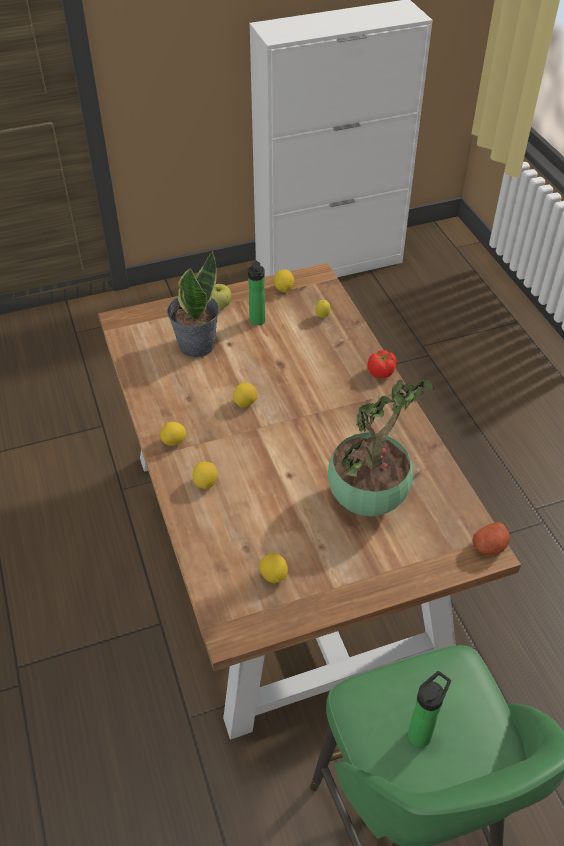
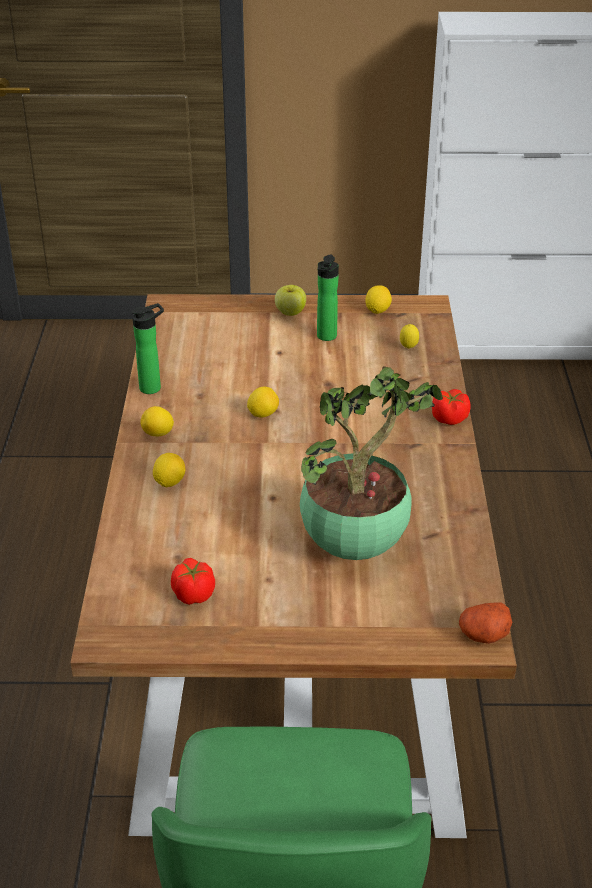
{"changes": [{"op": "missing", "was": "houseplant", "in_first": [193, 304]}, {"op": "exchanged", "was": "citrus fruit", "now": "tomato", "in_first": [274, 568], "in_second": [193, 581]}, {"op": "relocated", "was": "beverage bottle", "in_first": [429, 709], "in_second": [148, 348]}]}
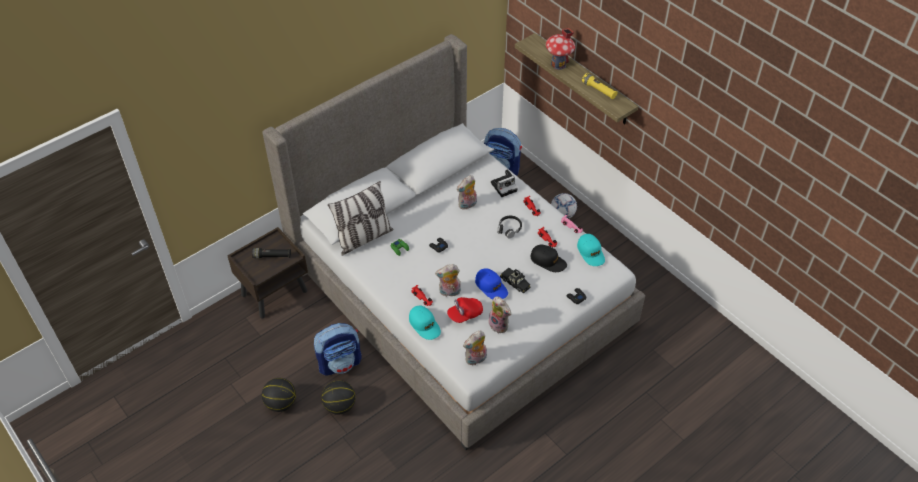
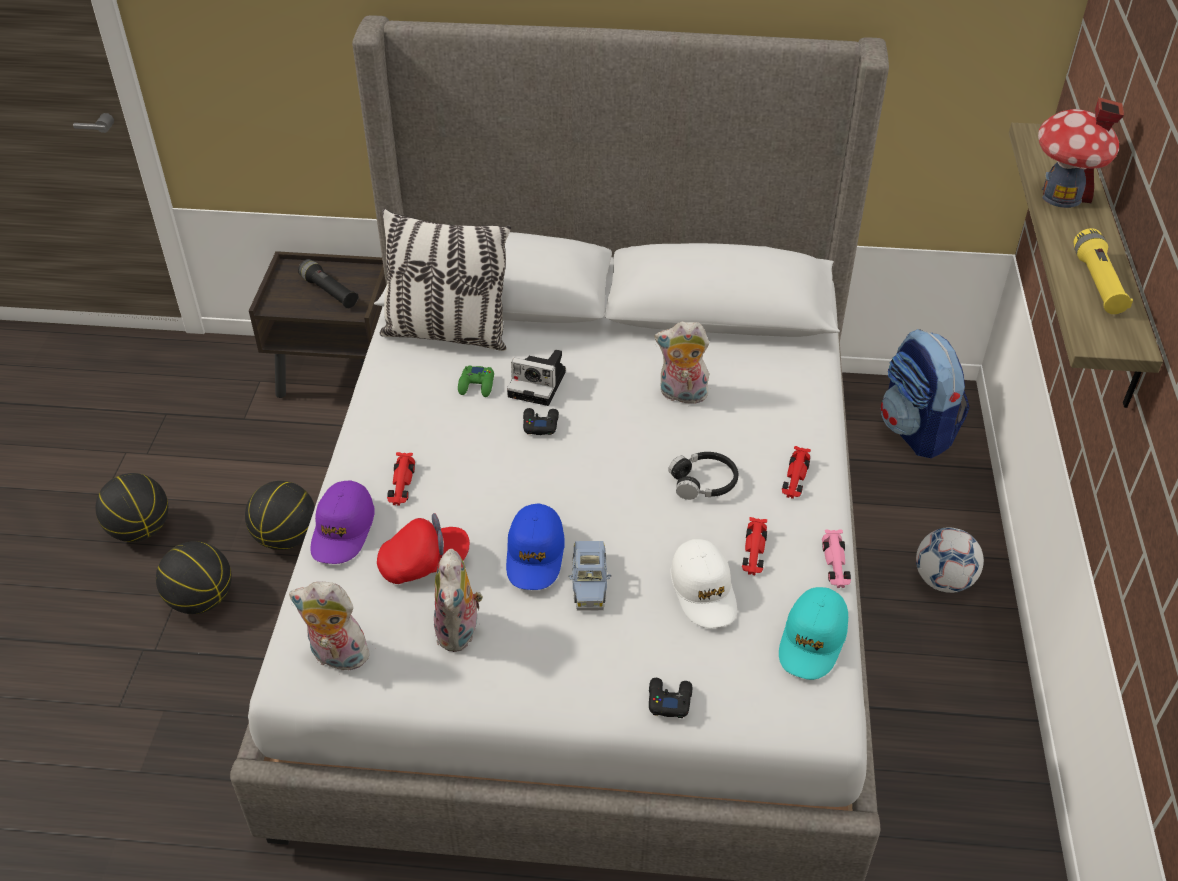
{"changes": [{"op": "relocated", "was": "still camera", "in_first": [504, 183], "in_second": [536, 378]}, {"op": "colour", "was": "black baseball cap", "now": "white baseball cap", "in_first": [548, 258], "in_second": [704, 583]}, {"op": "missing", "was": "soft toy", "in_first": [448, 280]}, {"op": "colour", "was": "black miniature car", "now": "blue miniature car", "in_first": [515, 281], "in_second": [590, 576]}, {"op": "spun", "was": "reddish baseball cap", "in_first": [465, 310], "in_second": [423, 548], "clockwise": 150}, {"op": "colour", "was": "blue-green baseball cap", "now": "purple-coloured baseball cap", "in_first": [425, 322], "in_second": [342, 522]}, {"op": "exchanged", "was": "knapsack", "now": "ball for basketball", "in_first": [338, 349], "in_second": [280, 515]}]}
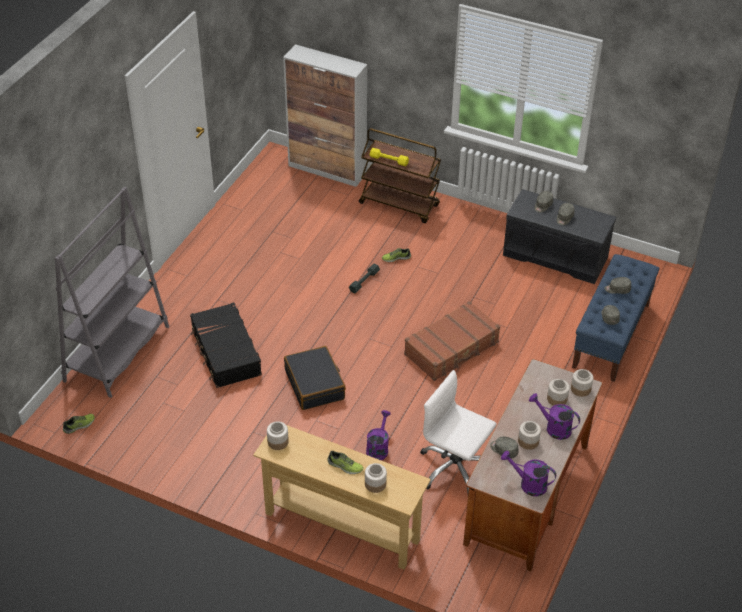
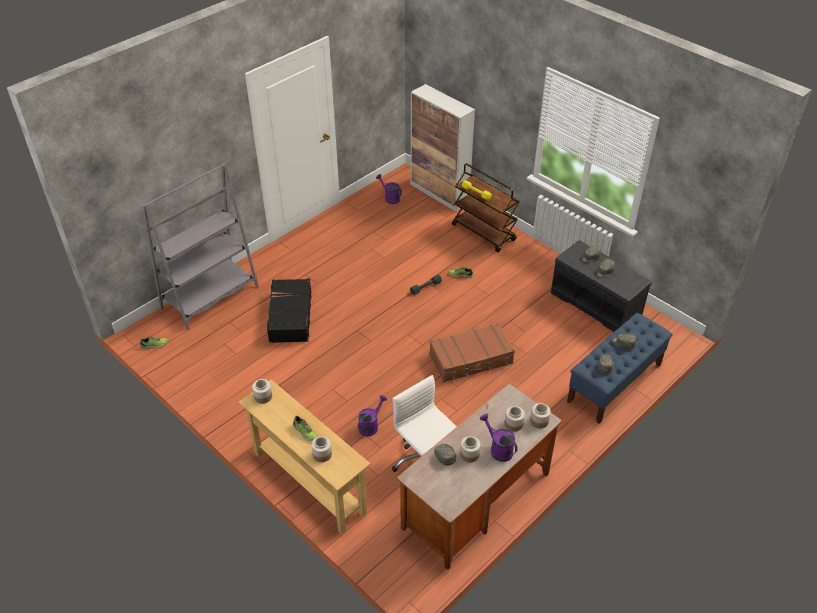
{"changes": [{"op": "missing", "was": "black piece of luggage", "in_first": [315, 378]}, {"op": "relocated", "was": "purple-coloured watering can", "in_first": [528, 473], "in_second": [389, 189]}]}
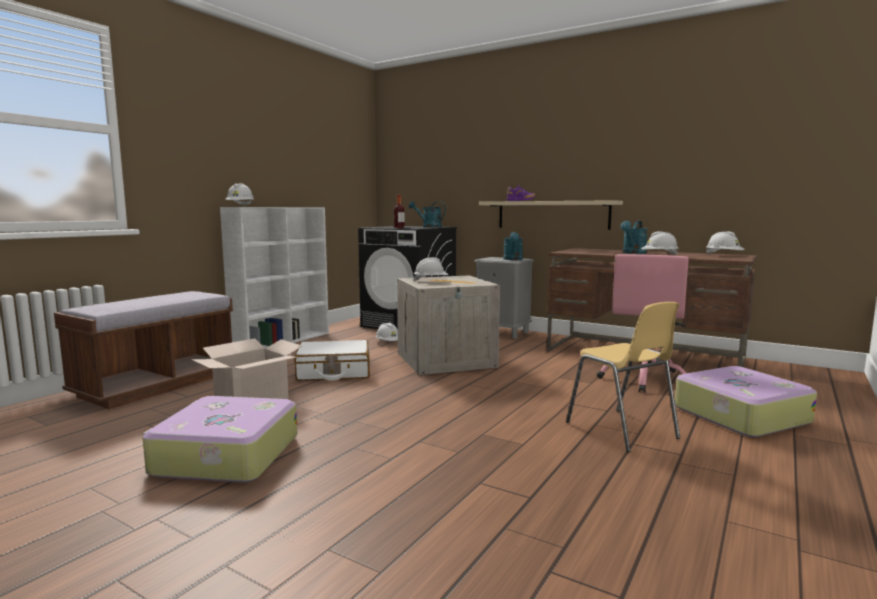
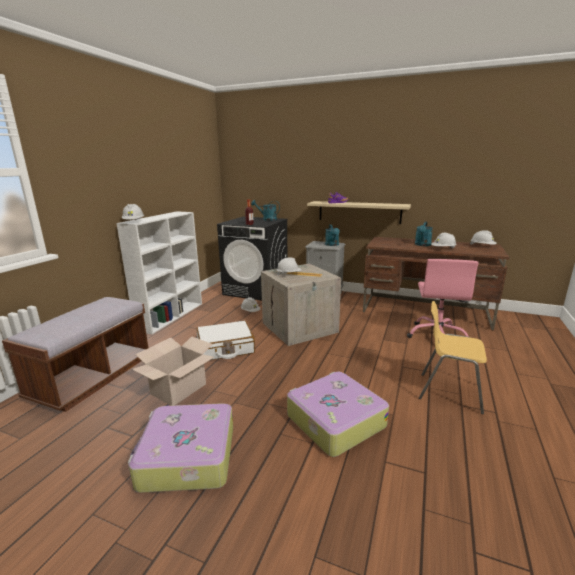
{"changes": [{"op": "spun", "was": "yellow upright chair", "in_first": [623, 377], "in_second": [453, 357], "clockwise": 150}, {"op": "relocated", "was": "piece of luggage", "in_first": [746, 401], "in_second": [338, 414]}]}
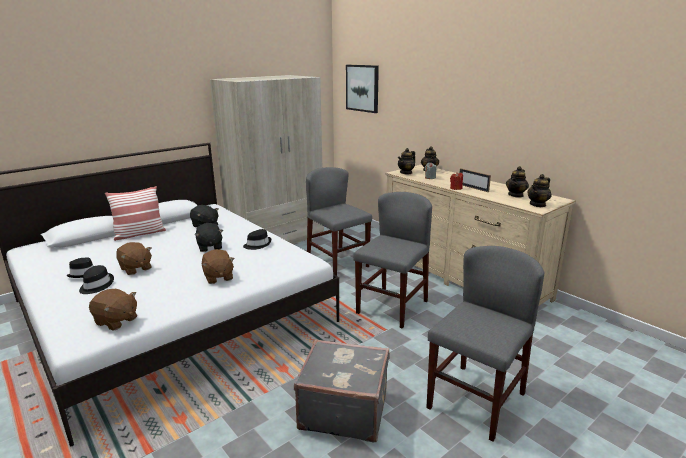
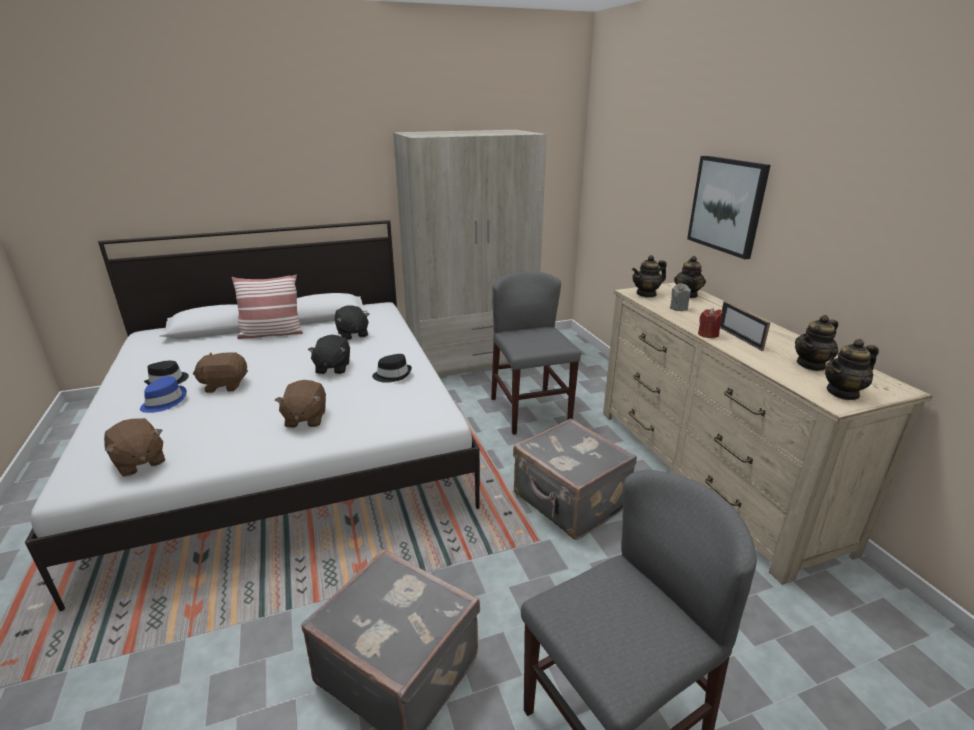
{"changes": [{"op": "relocated", "was": "wall picture", "in_first": [362, 89], "in_second": [729, 207]}, {"op": "exchanged", "was": "greyish upright chair", "now": "greyish piece of luggage", "in_first": [392, 260], "in_second": [575, 479]}, {"op": "spun", "was": "brownish soft toy", "in_first": [134, 258], "in_second": [220, 372], "clockwise": 105}, {"op": "colour", "was": "black hat", "now": "blue hat", "in_first": [96, 279], "in_second": [163, 394]}]}
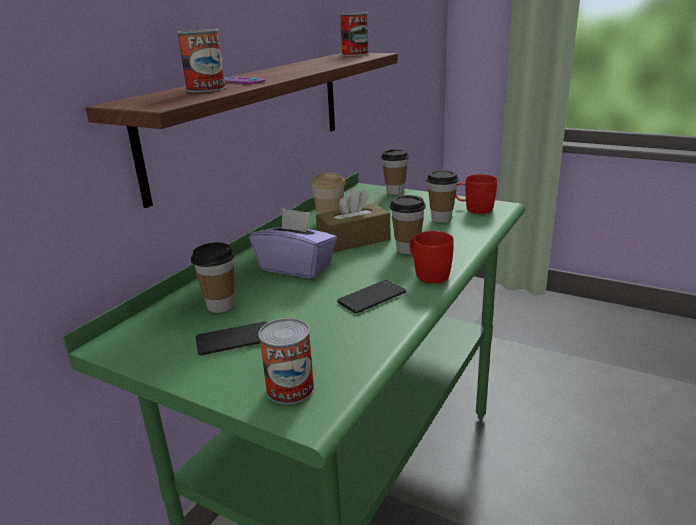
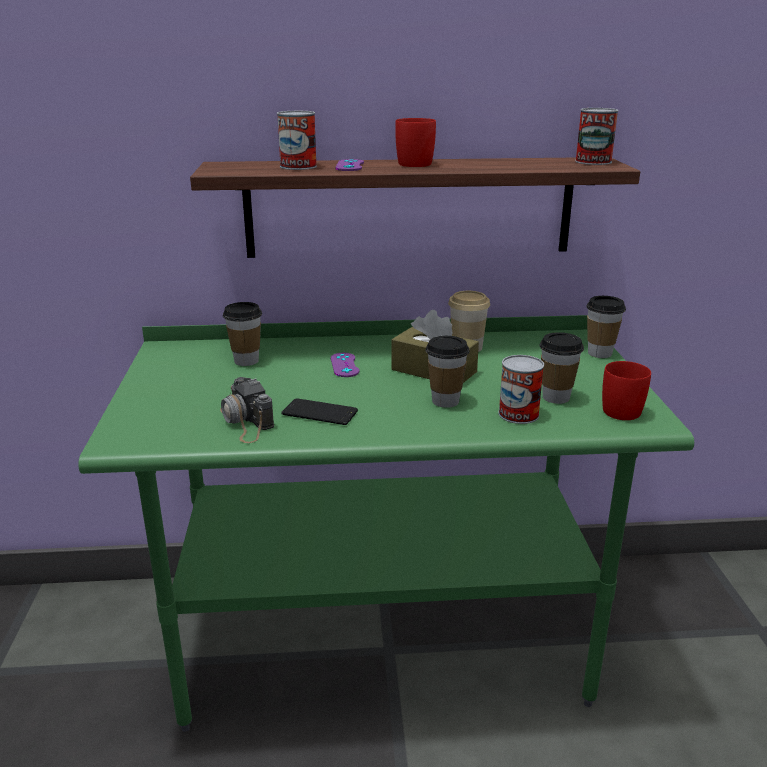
{"changes": [{"op": "exchanged", "was": "purple-coloured tissue box", "now": "purple-coloured gamepad", "in_first": [293, 243], "in_second": [345, 365]}, {"op": "relocated", "was": "reddish coffee mug", "in_first": [432, 257], "in_second": [415, 142]}, {"op": "relocated", "was": "metal can", "in_first": [286, 361], "in_second": [521, 389]}, {"op": "missing", "was": "telephone", "in_first": [232, 338]}, {"op": "appeared", "now": "still camera", "in_second": [247, 410]}]}
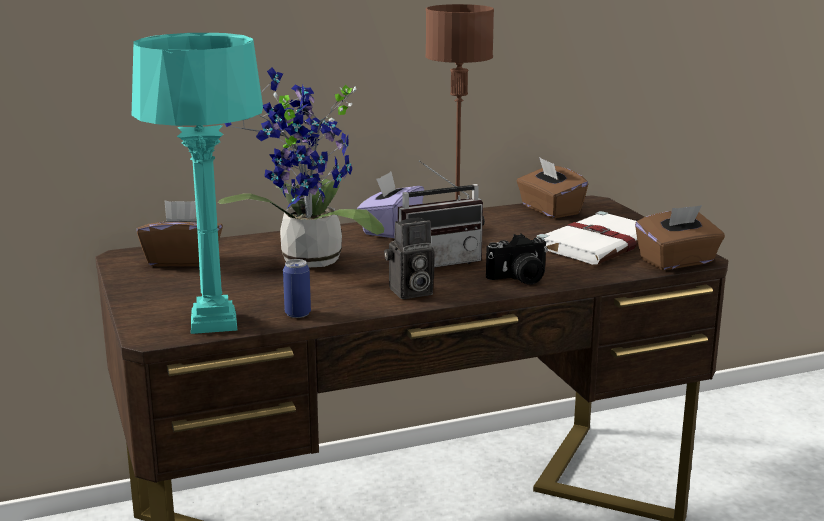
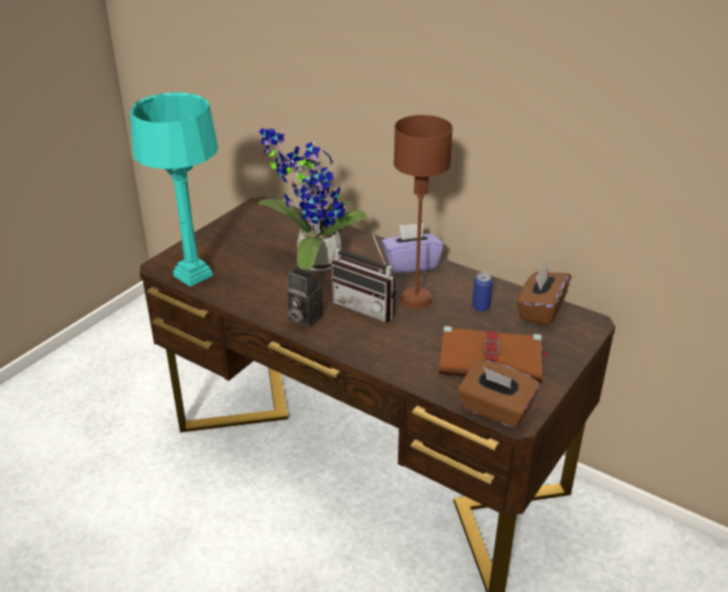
{"changes": [{"op": "missing", "was": "brownish tissue box", "in_first": [180, 234]}, {"op": "colour", "was": "white book", "now": "brownish book", "in_first": [587, 238], "in_second": [494, 354]}, {"op": "missing", "was": "still camera", "in_first": [517, 259]}, {"op": "relocated", "was": "metal can", "in_first": [297, 288], "in_second": [482, 292]}]}
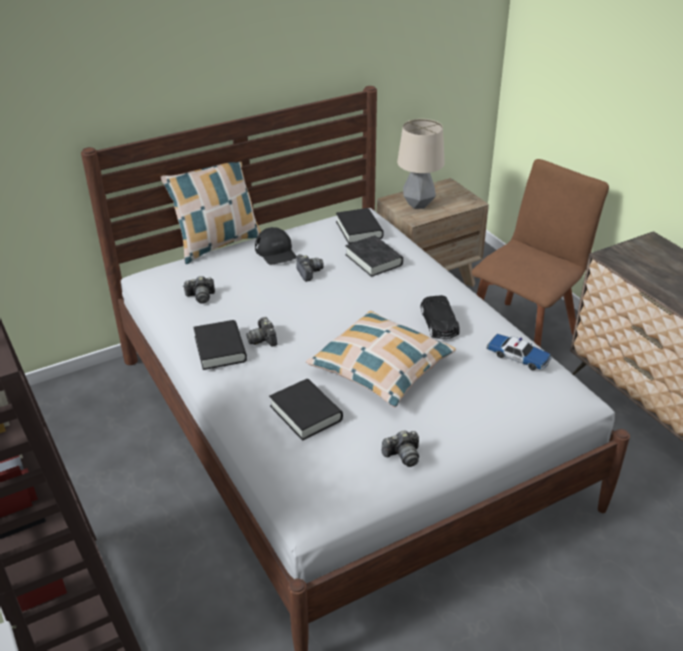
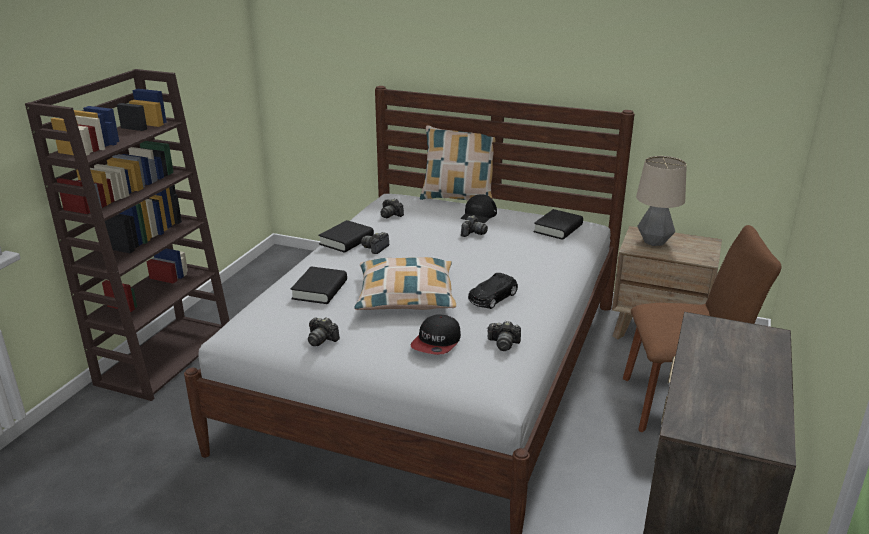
{"changes": [{"op": "missing", "was": "black book", "in_first": [374, 256]}, {"op": "exchanged", "was": "miniature car", "now": "still camera", "in_first": [519, 352], "in_second": [504, 336]}, {"op": "appeared", "now": "baseball cap", "in_second": [436, 334]}]}
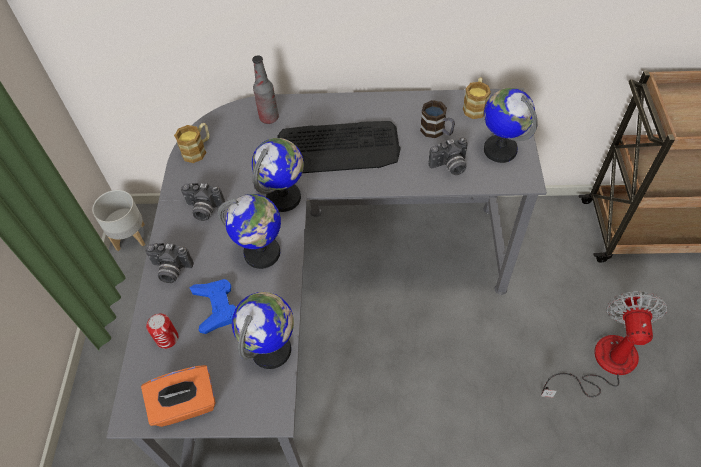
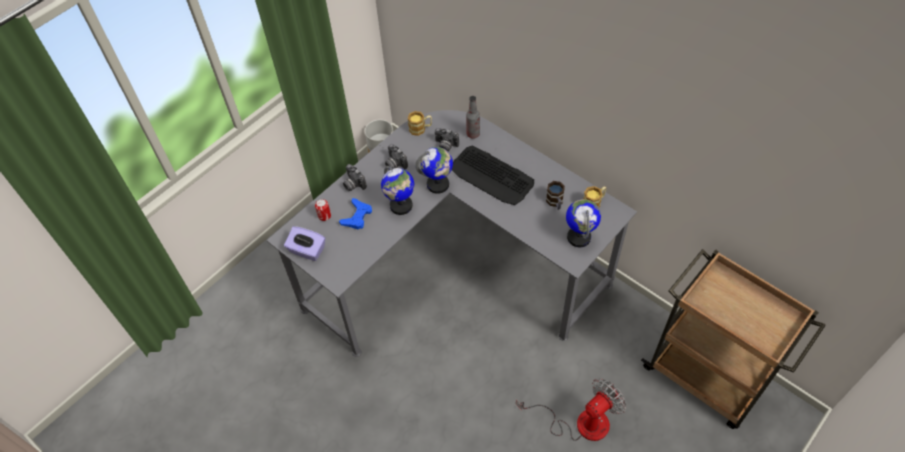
{"changes": [{"op": "relocated", "was": "still camera", "in_first": [448, 156], "in_second": [447, 139]}, {"op": "missing", "was": "globe", "in_first": [263, 330]}, {"op": "colour", "was": "orangey tissue box", "now": "purple-coloured tissue box", "in_first": [178, 396], "in_second": [304, 243]}]}
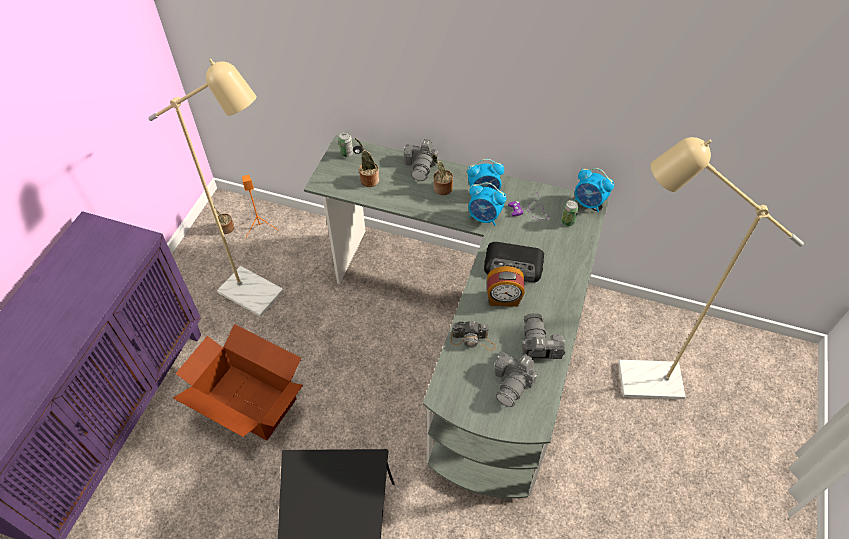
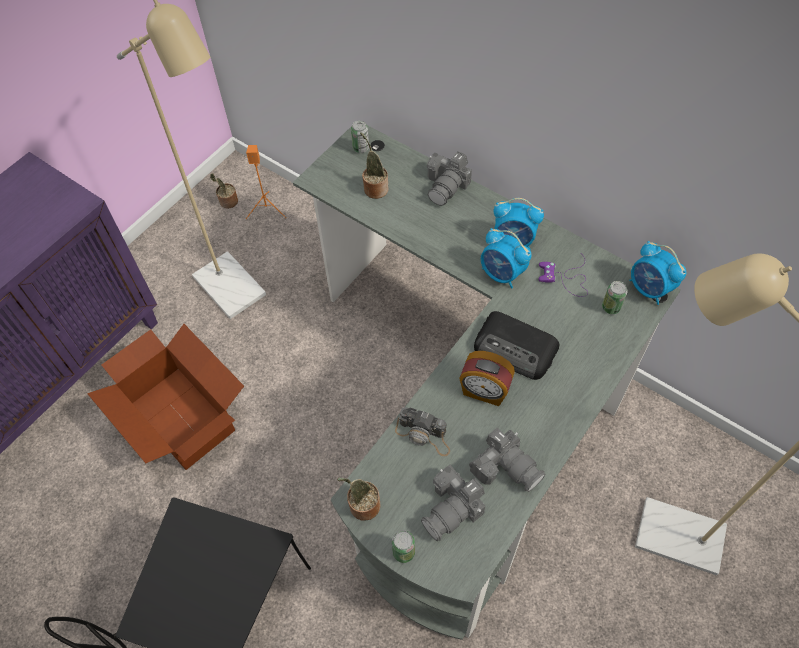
{"changes": [{"op": "relocated", "was": "houseplant", "in_first": [442, 174], "in_second": [358, 499]}, {"op": "spun", "was": "still camera", "in_first": [543, 336], "in_second": [507, 460], "clockwise": 120}, {"op": "appeared", "now": "metal can", "in_second": [403, 546]}]}
